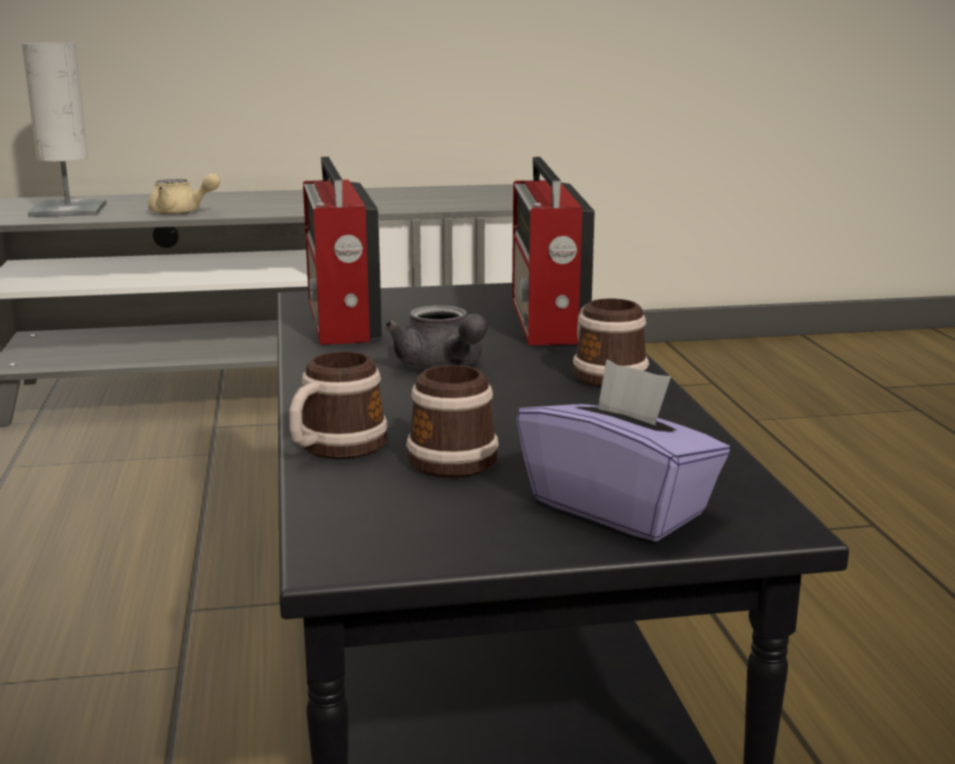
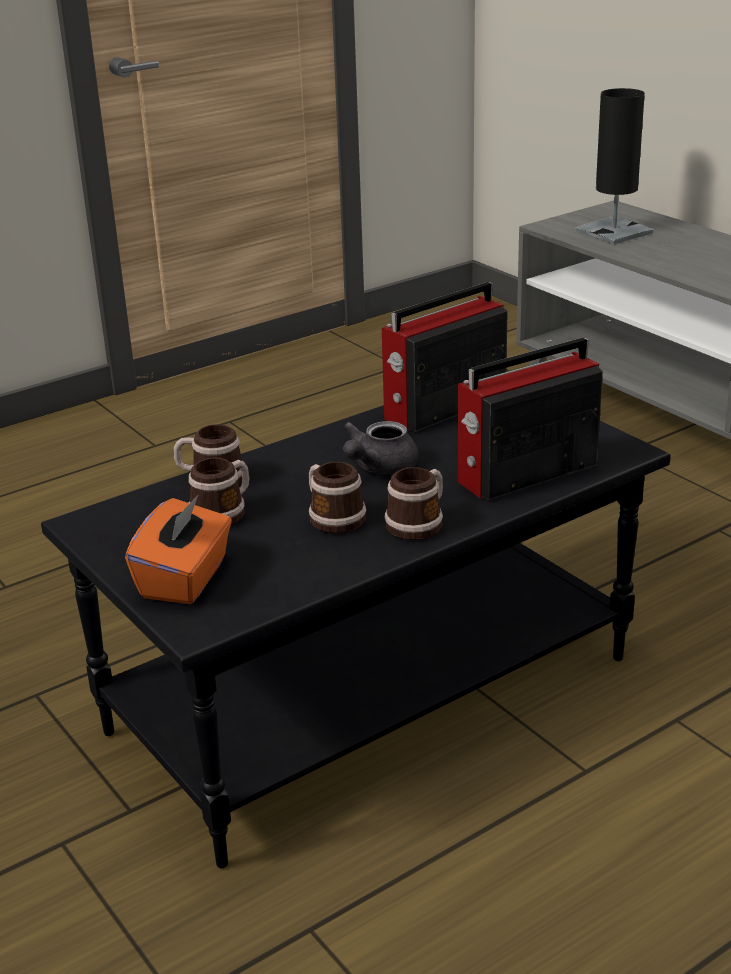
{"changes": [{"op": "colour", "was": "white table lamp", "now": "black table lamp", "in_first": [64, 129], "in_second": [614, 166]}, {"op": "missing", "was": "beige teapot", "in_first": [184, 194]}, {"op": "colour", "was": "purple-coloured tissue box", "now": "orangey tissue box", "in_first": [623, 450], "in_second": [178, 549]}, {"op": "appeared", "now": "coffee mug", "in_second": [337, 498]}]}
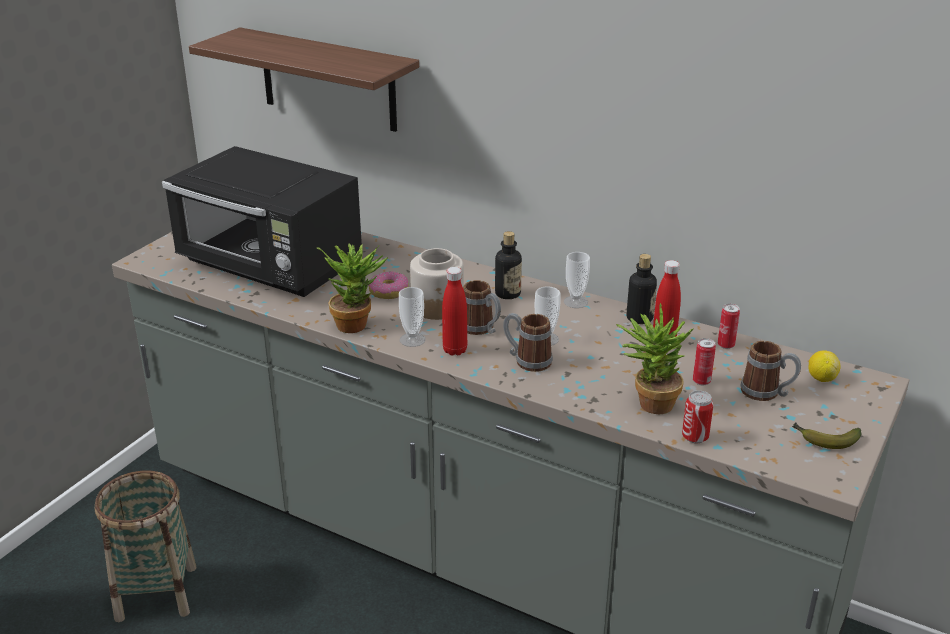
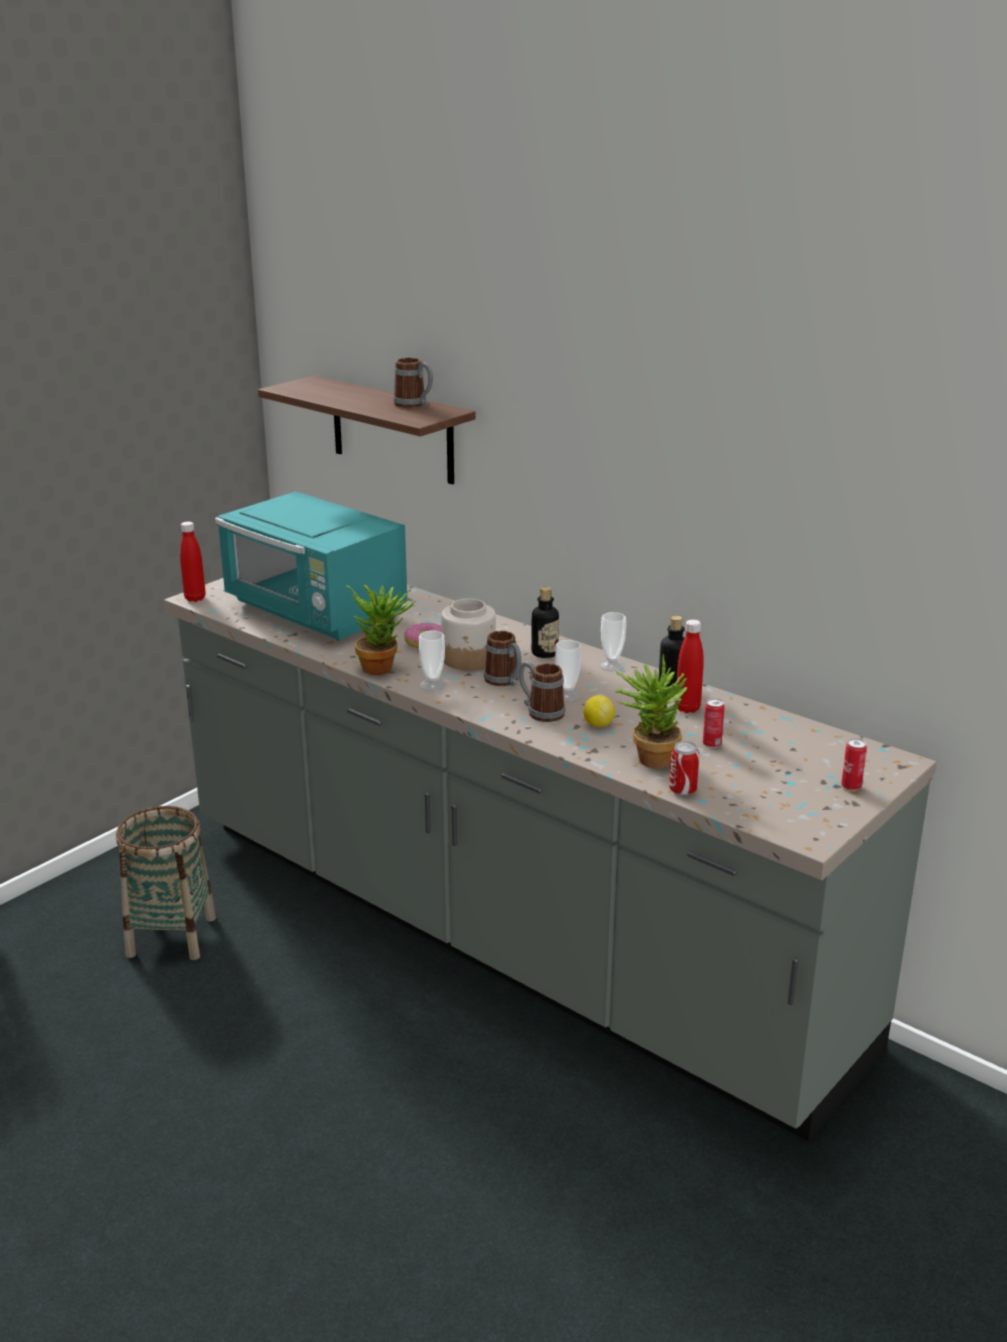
{"changes": [{"op": "colour", "was": "black microwave oven", "now": "blue-green microwave oven", "in_first": [262, 221], "in_second": [311, 566]}, {"op": "relocated", "was": "reddish beverage bottle", "in_first": [454, 311], "in_second": [192, 561]}, {"op": "relocated", "was": "metal can", "in_first": [729, 326], "in_second": [854, 764]}, {"op": "relocated", "was": "coffee mug", "in_first": [770, 371], "in_second": [413, 383]}, {"op": "relocated", "was": "citrus fruit", "in_first": [825, 366], "in_second": [599, 711]}, {"op": "missing", "was": "banana fruit", "in_first": [826, 435]}]}
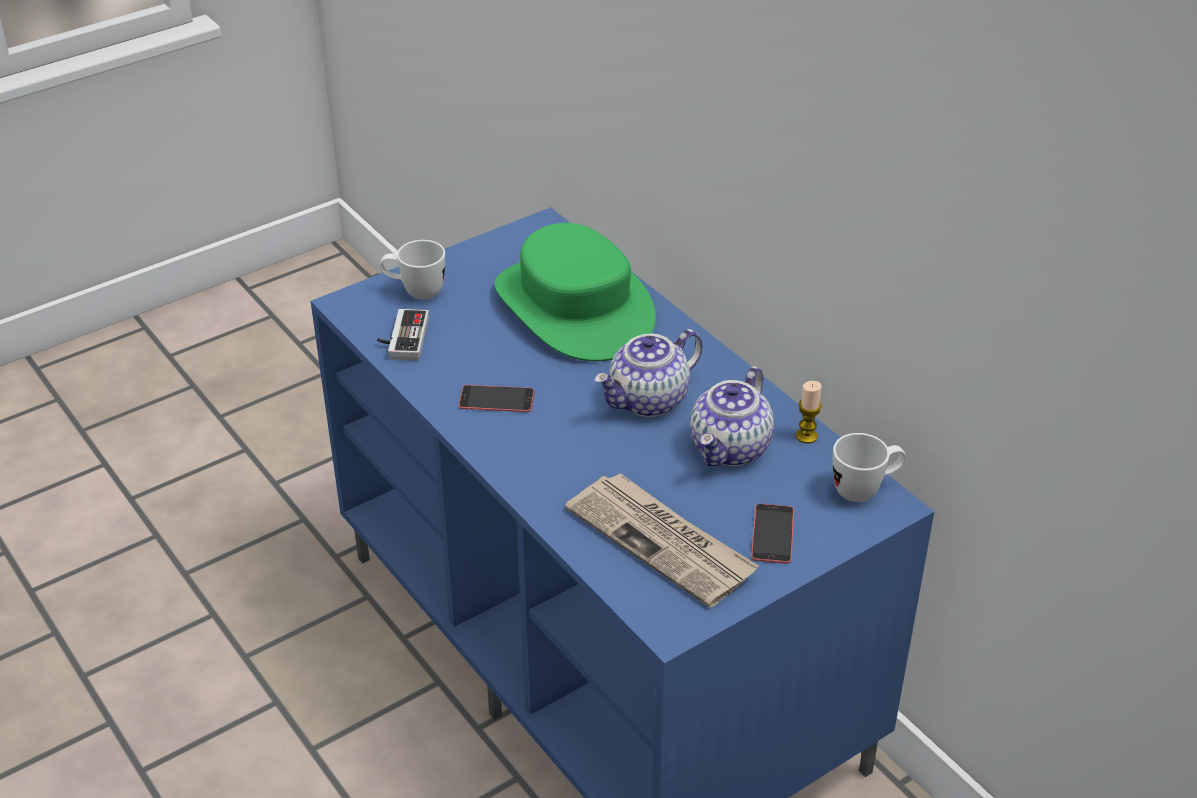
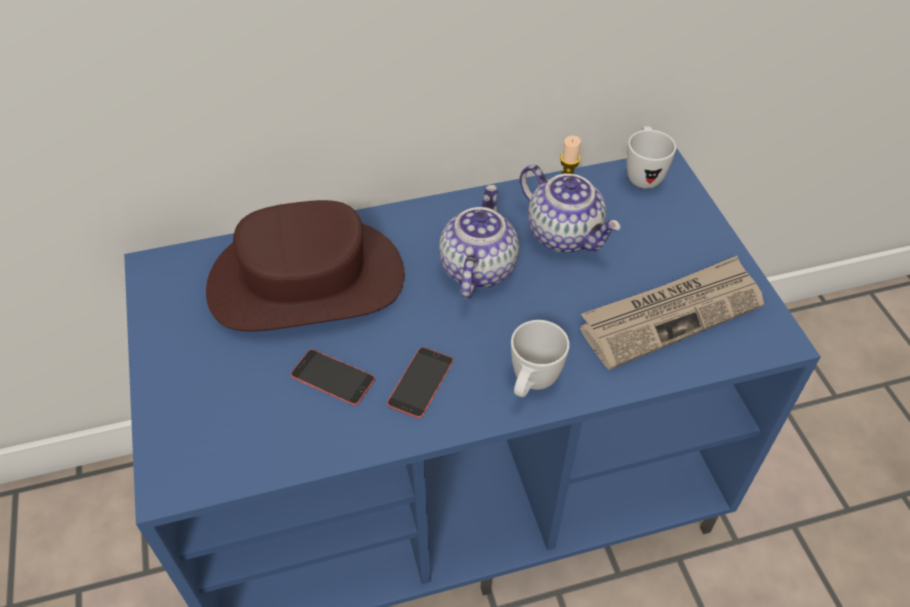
{"changes": [{"op": "colour", "was": "green hat", "now": "brownish hat", "in_first": [575, 292], "in_second": [305, 265]}, {"op": "relocated", "was": "white coffee mug", "in_first": [412, 270], "in_second": [540, 358]}, {"op": "missing", "was": "gamepad", "in_first": [403, 335]}, {"op": "spun", "was": "teapot", "in_first": [648, 373], "in_second": [479, 241], "clockwise": -150}, {"op": "relocated", "was": "telephone", "in_first": [772, 534], "in_second": [333, 377]}]}
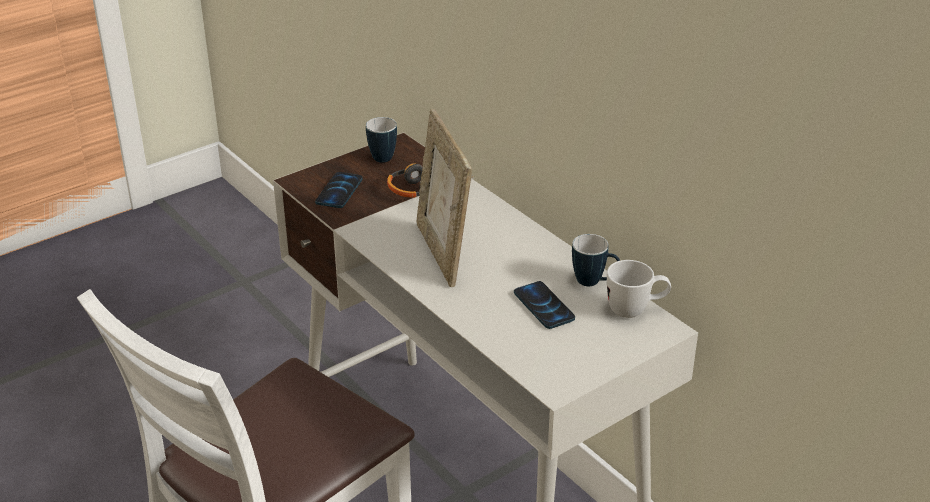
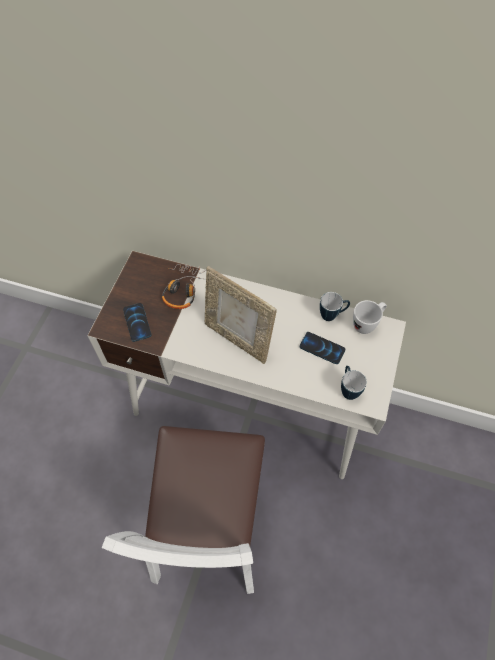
{"changes": [{"op": "relocated", "was": "coffee mug", "in_first": [381, 140], "in_second": [354, 383]}]}
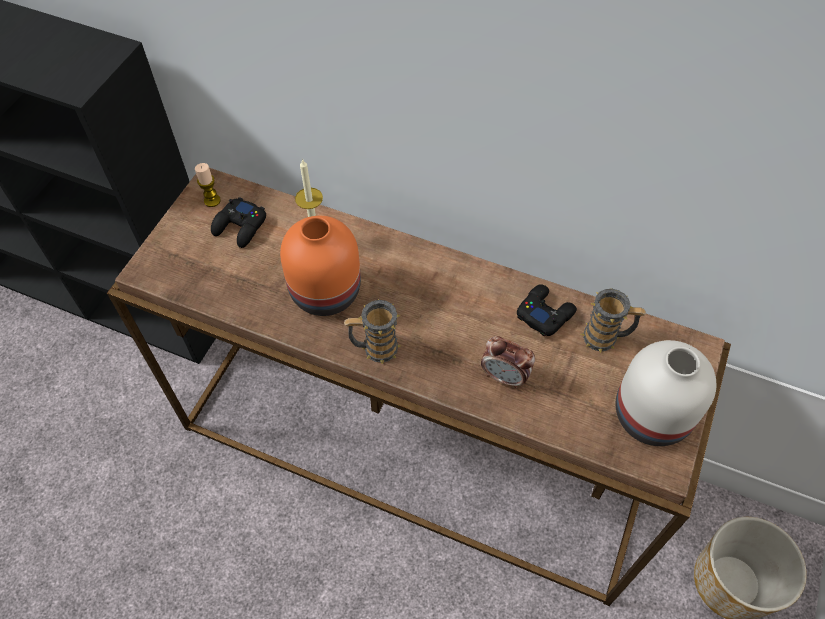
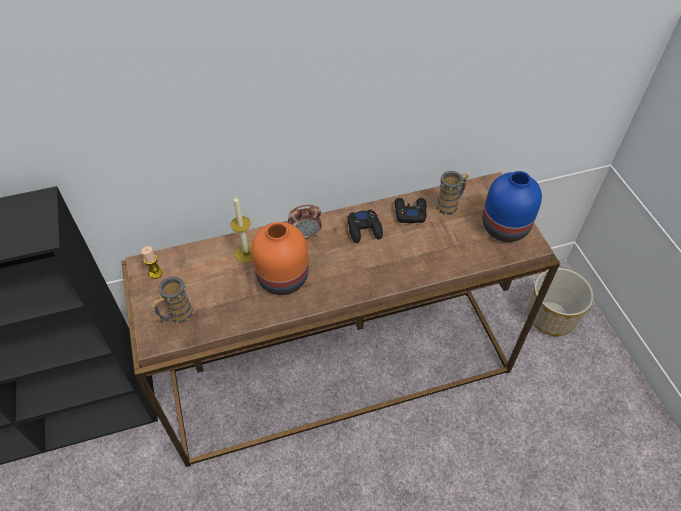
{"changes": [{"op": "relocated", "was": "black gamepad", "in_first": [238, 222], "in_second": [365, 226]}, {"op": "relocated", "was": "coffee mug", "in_first": [372, 331], "in_second": [172, 299]}, {"op": "relocated", "was": "table clock", "in_first": [508, 362], "in_second": [304, 222]}, {"op": "colour", "was": "white decorative vase", "now": "blue decorative vase", "in_first": [666, 393], "in_second": [512, 206]}]}
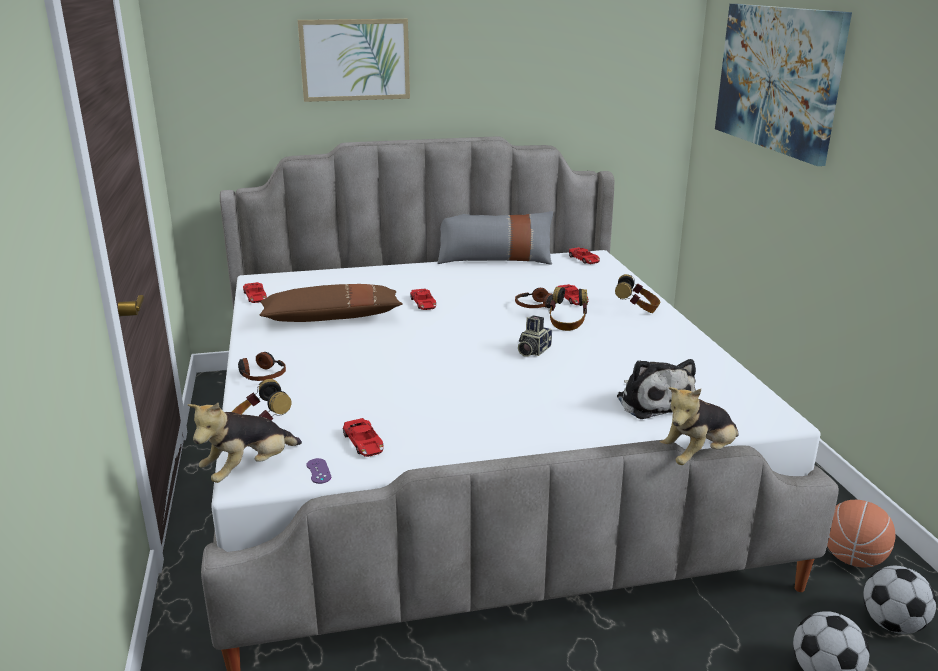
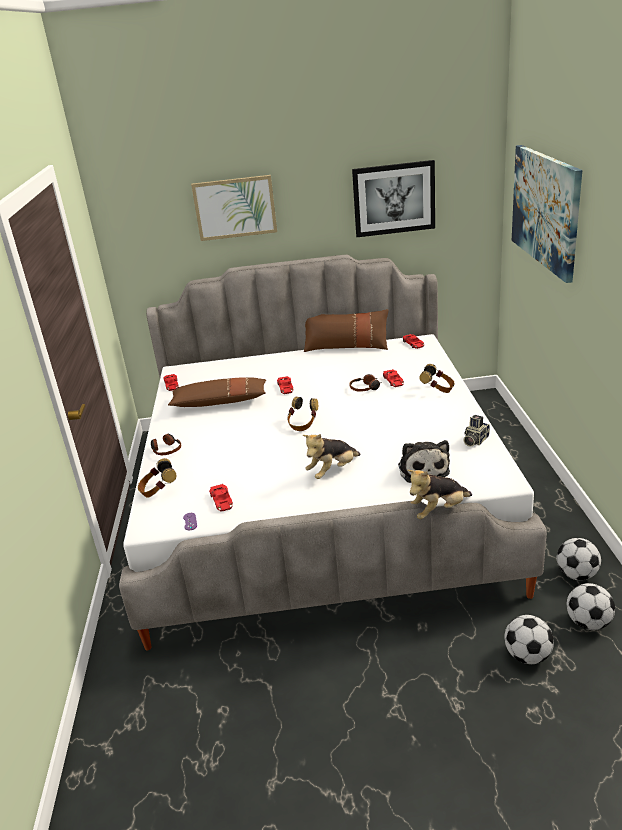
{"changes": [{"op": "colour", "was": "greyish pillow", "now": "brownish pillow", "in_first": [495, 238], "in_second": [346, 330]}, {"op": "relocated", "was": "headset", "in_first": [568, 309], "in_second": [303, 414]}, {"op": "relocated", "was": "still camera", "in_first": [535, 336], "in_second": [476, 431]}, {"op": "relocated", "was": "soft toy", "in_first": [245, 443], "in_second": [331, 456]}, {"op": "exchanged", "was": "ball for basketball", "now": "football ball", "in_first": [861, 533], "in_second": [579, 559]}, {"op": "appeared", "now": "wall picture", "in_second": [393, 198]}]}
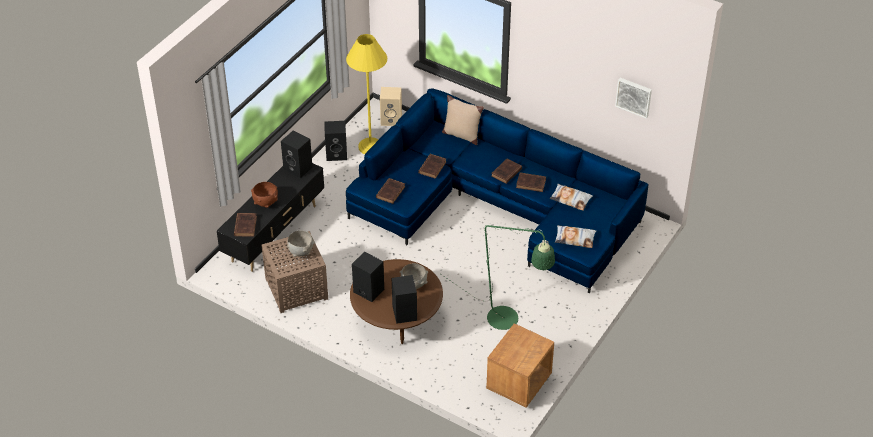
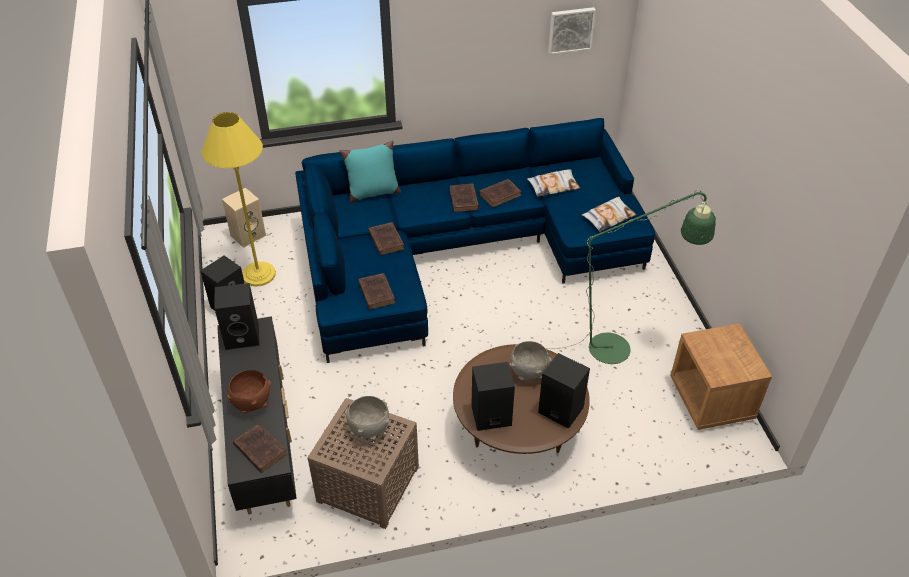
{"changes": [{"op": "colour", "was": "beige pillow", "now": "blue-green pillow", "in_first": [463, 120], "in_second": [370, 171]}]}
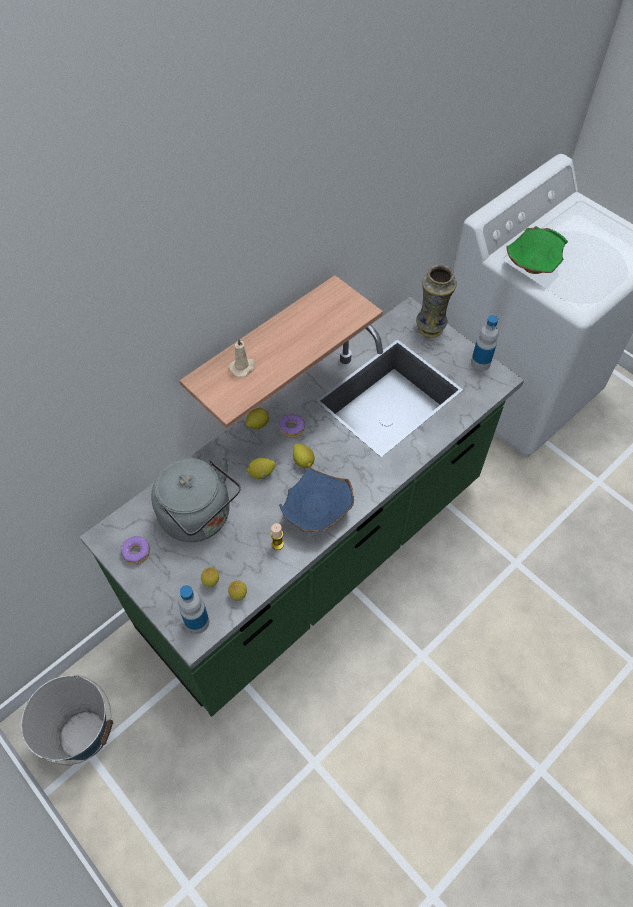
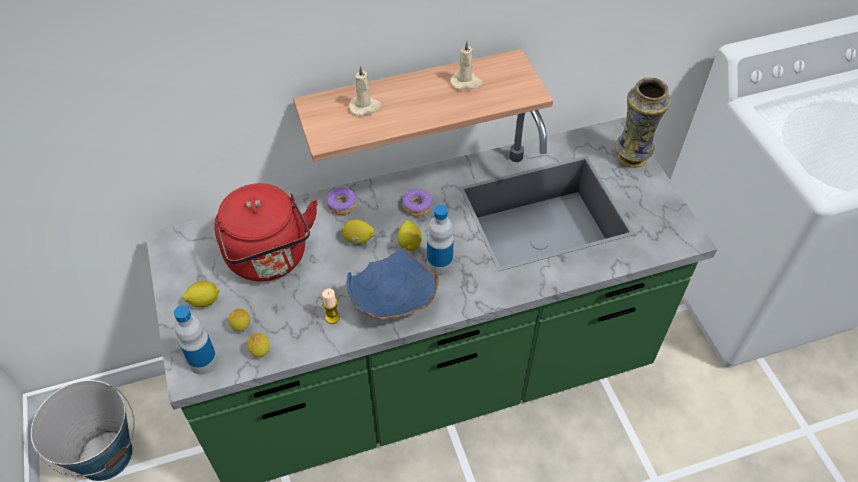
{"changes": [{"op": "missing", "was": "green serving bowl", "in_first": [537, 250]}, {"op": "relocated", "was": "beverage bottle", "in_first": [484, 343], "in_second": [440, 239]}, {"op": "relocated", "was": "citrus fruit", "in_first": [257, 418], "in_second": [201, 294]}, {"op": "colour", "was": "greyish tea kettle", "now": "reddish tea kettle", "in_first": [196, 499], "in_second": [266, 232]}, {"op": "relocated", "was": "donut", "in_first": [135, 550], "in_second": [342, 201]}, {"op": "appeared", "now": "beige wax light", "in_second": [467, 65]}]}
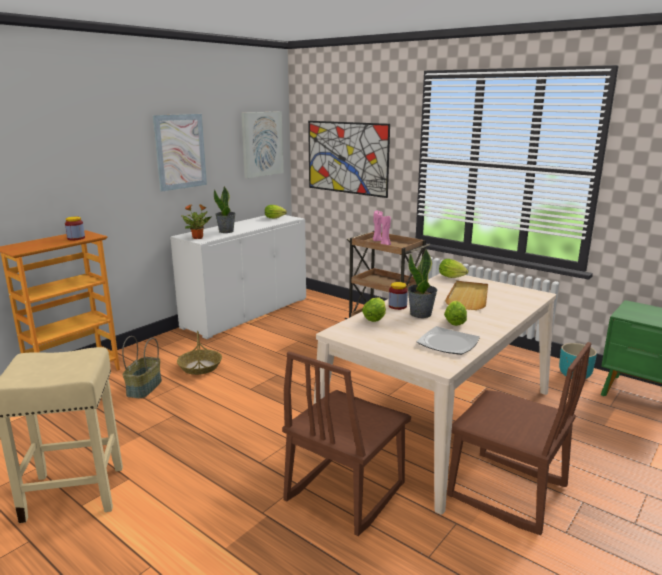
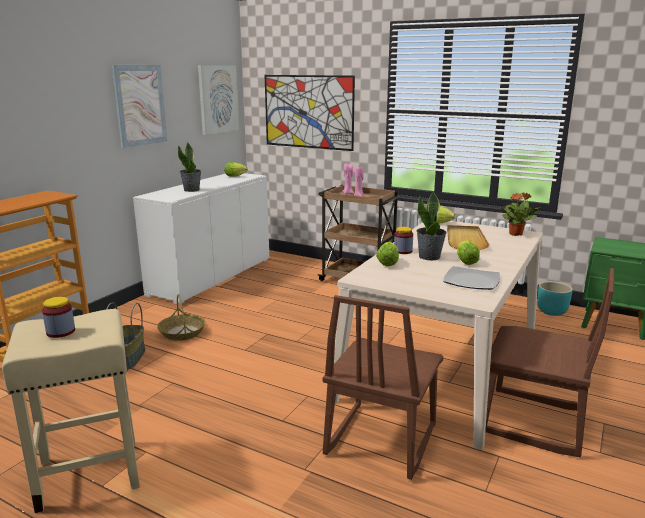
{"changes": [{"op": "relocated", "was": "houseplant", "in_first": [196, 221], "in_second": [520, 214]}, {"op": "relocated", "was": "jar", "in_first": [75, 228], "in_second": [58, 317]}]}
